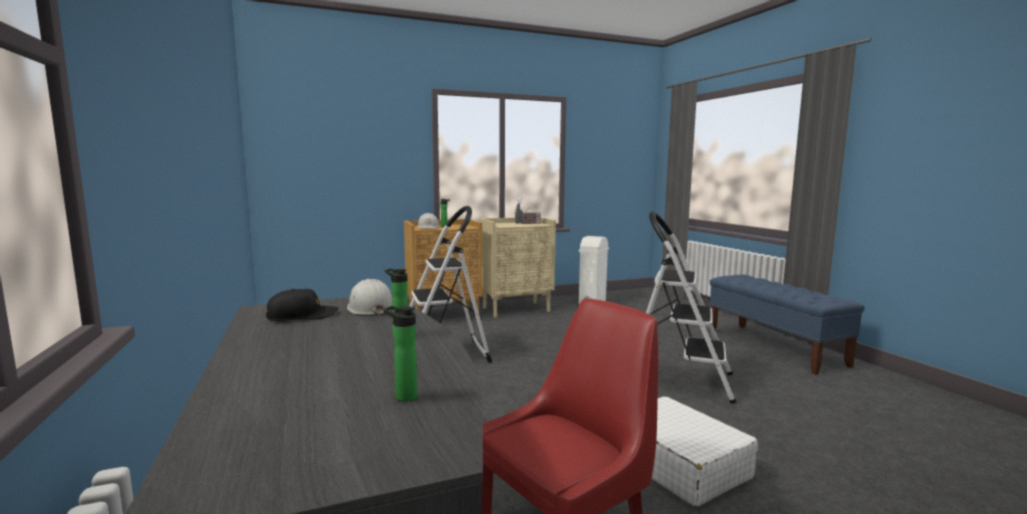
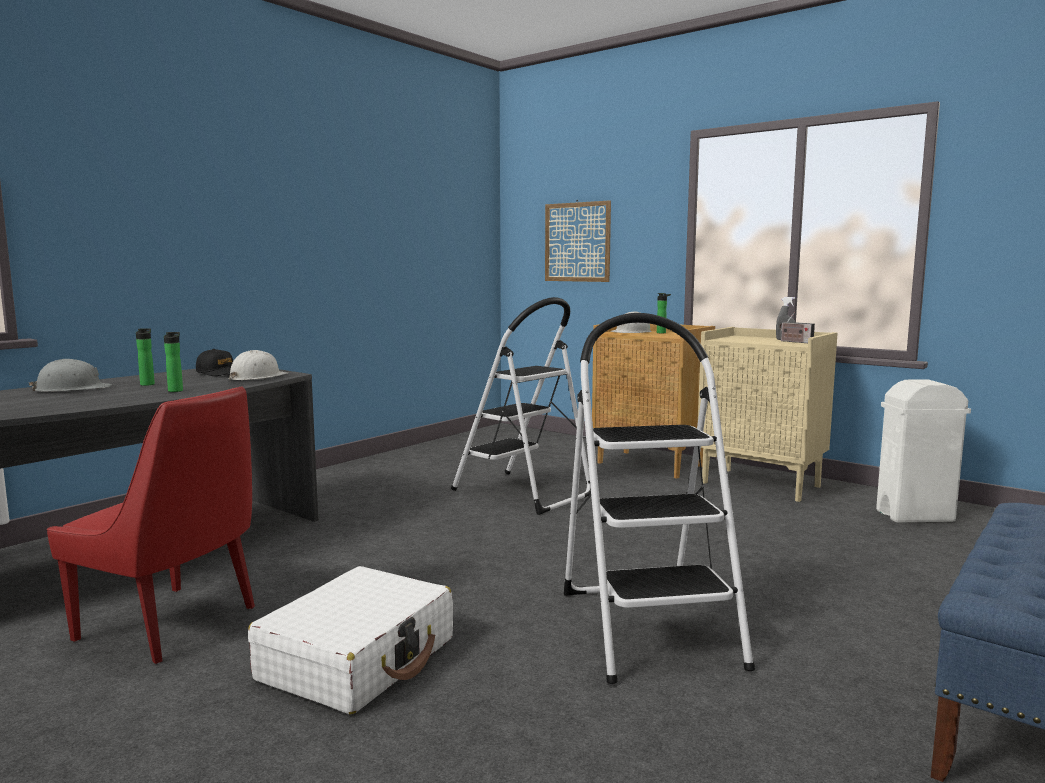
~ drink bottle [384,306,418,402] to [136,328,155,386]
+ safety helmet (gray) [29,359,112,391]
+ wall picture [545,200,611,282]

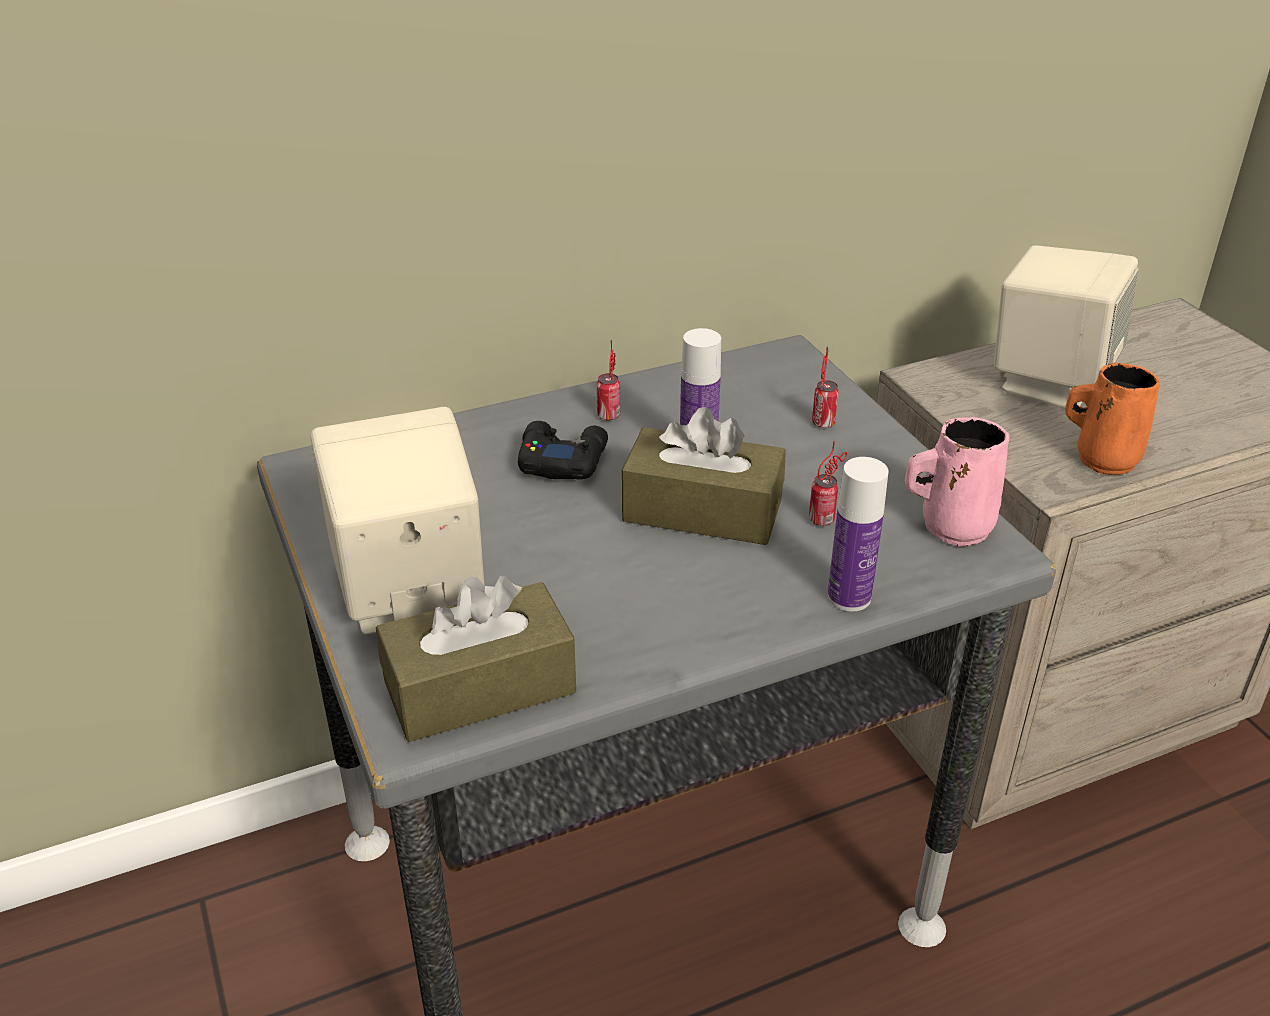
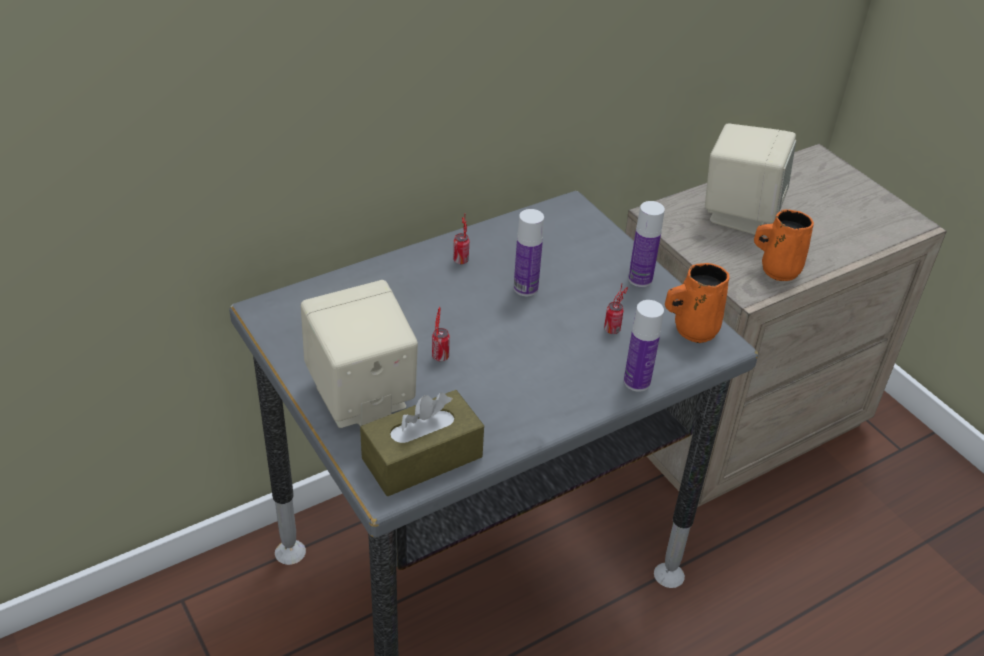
- joypad (blackish) [518,421,608,479]
- tissue box (brown-coloured) [622,407,786,545]
~ sealed can [812,346,839,428] to [432,307,450,361]
~ coffee mug (pink-coloured) [905,417,1009,546] to coffee mug (orangey) [665,263,730,343]
+ drink bottle [628,201,665,287]

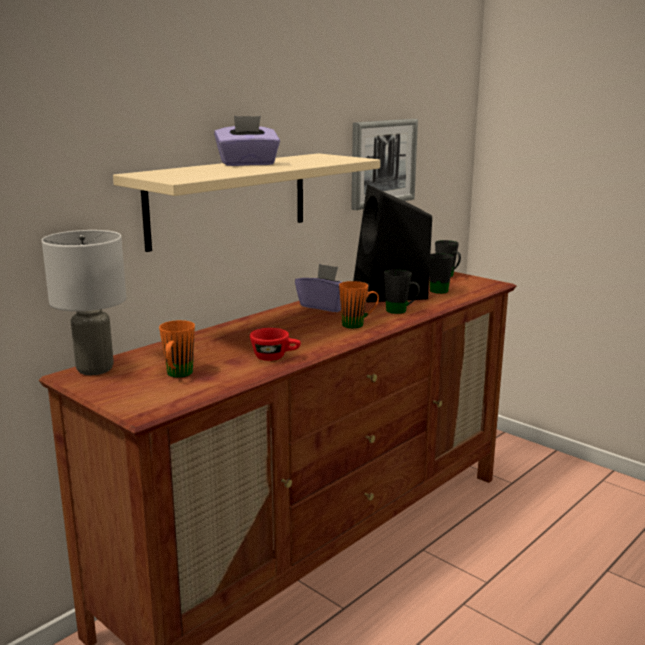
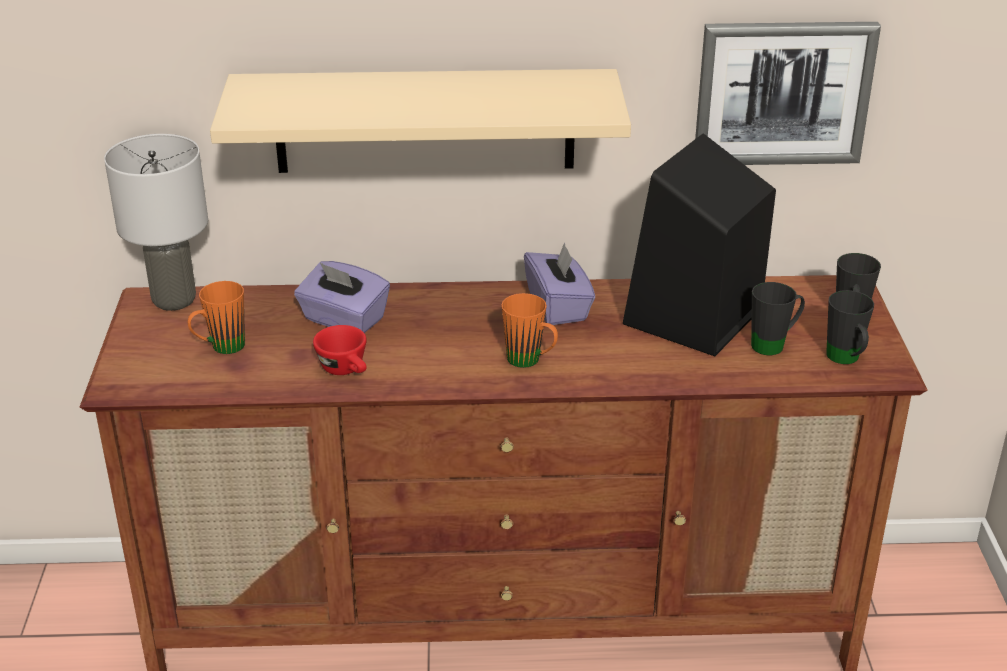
~ tissue box (purple-coloured) [214,116,280,166] to [294,261,390,333]
~ coffee mug (blackish) [384,269,420,314] to [826,290,874,364]

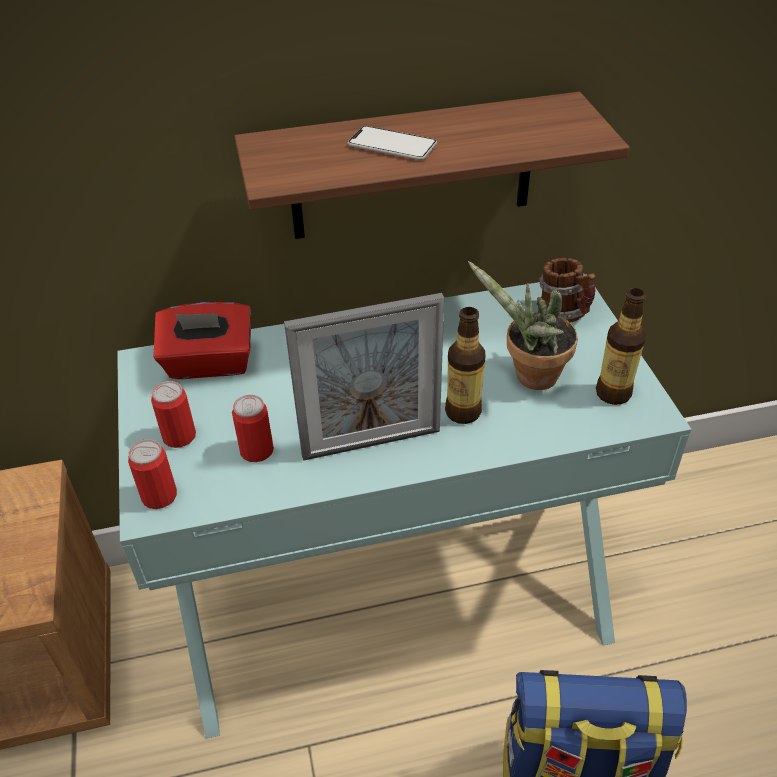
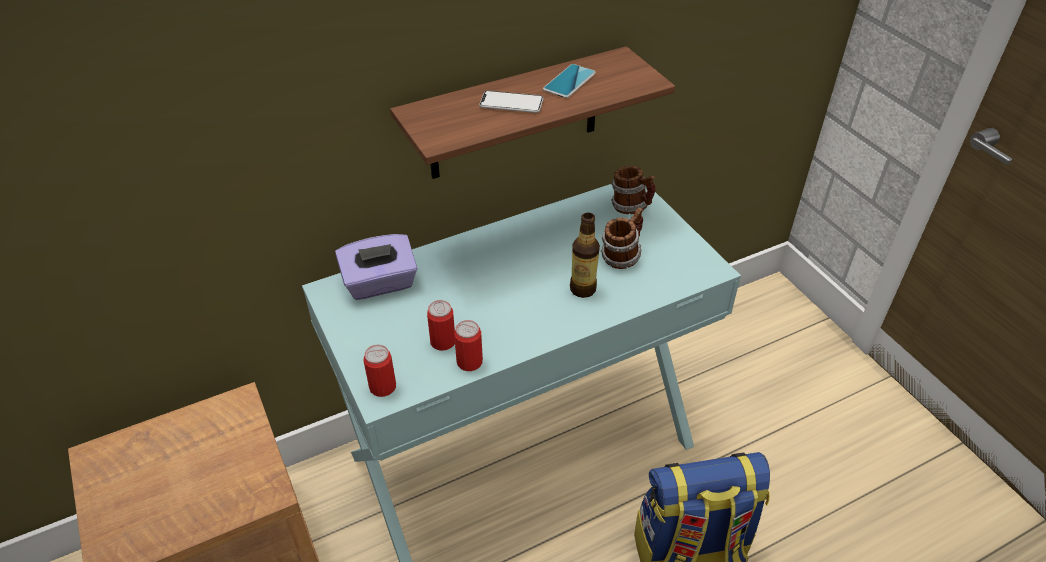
~ sealed can [151,381,196,448] to [454,320,483,371]
~ tissue box (red-coloured) [153,302,251,379] to tissue box (purple-coloured) [335,234,418,300]
- picture frame [284,293,444,461]
~ potted plant [468,261,578,390] to coffee mug [601,208,643,269]
- drink bottle [596,288,646,405]
+ handset [543,64,596,98]

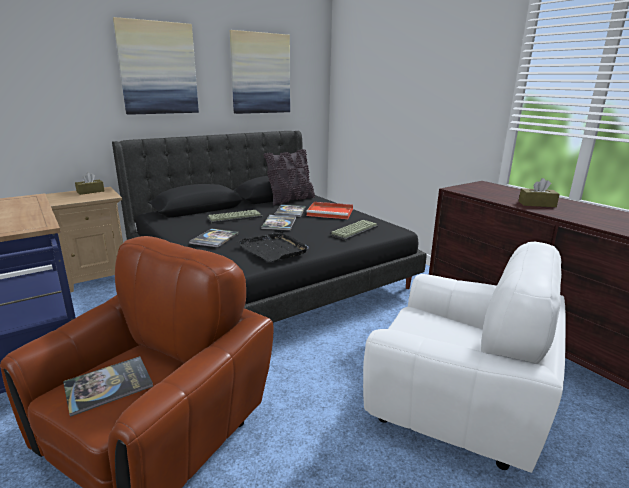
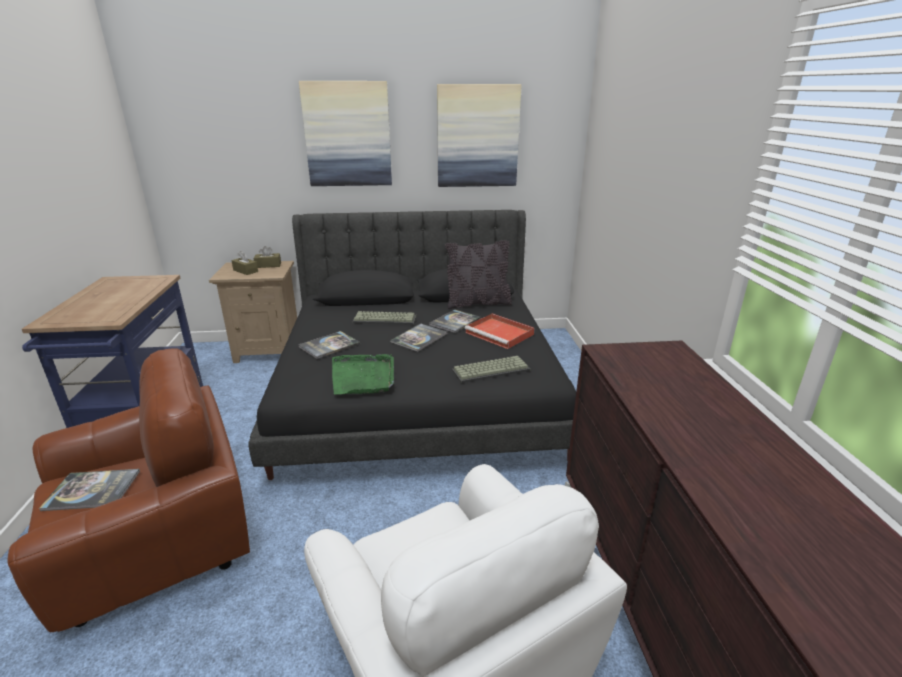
~ serving tray (blackish) [237,231,308,262] to serving tray (green-coloured) [332,354,394,394]
~ tissue box (brown-coloured) [519,178,560,207] to [231,251,258,275]

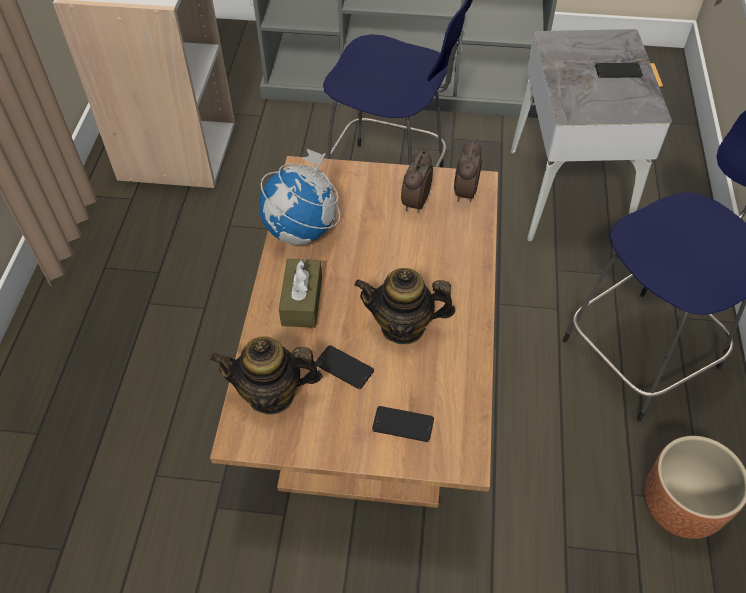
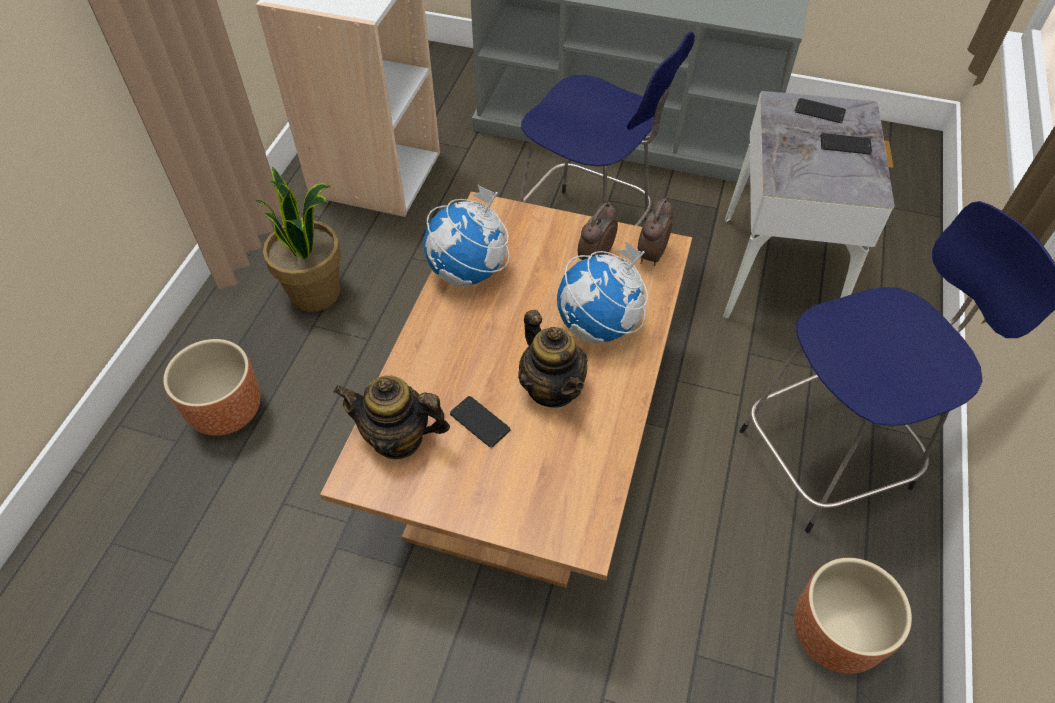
- tissue box (brown-coloured) [279,259,322,328]
~ pot for tea [354,268,455,344] = [518,310,588,407] 135 degrees counterclockwise
~ handset [372,406,434,442] to [795,98,846,123]
+ plant pot (brown-coloured) [163,339,261,436]
+ potted plant [253,167,341,312]
+ globe [557,242,648,344]

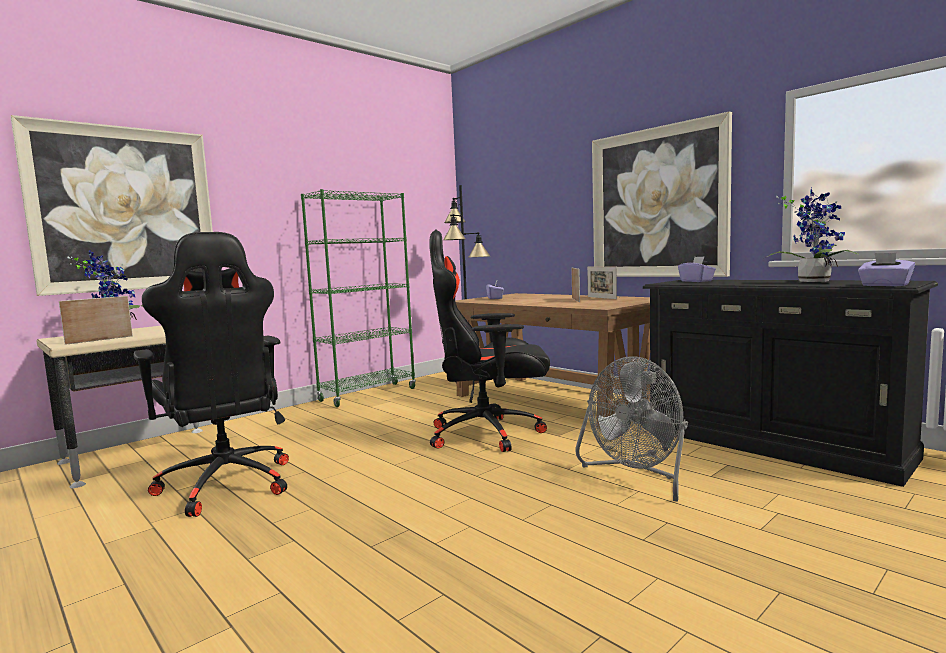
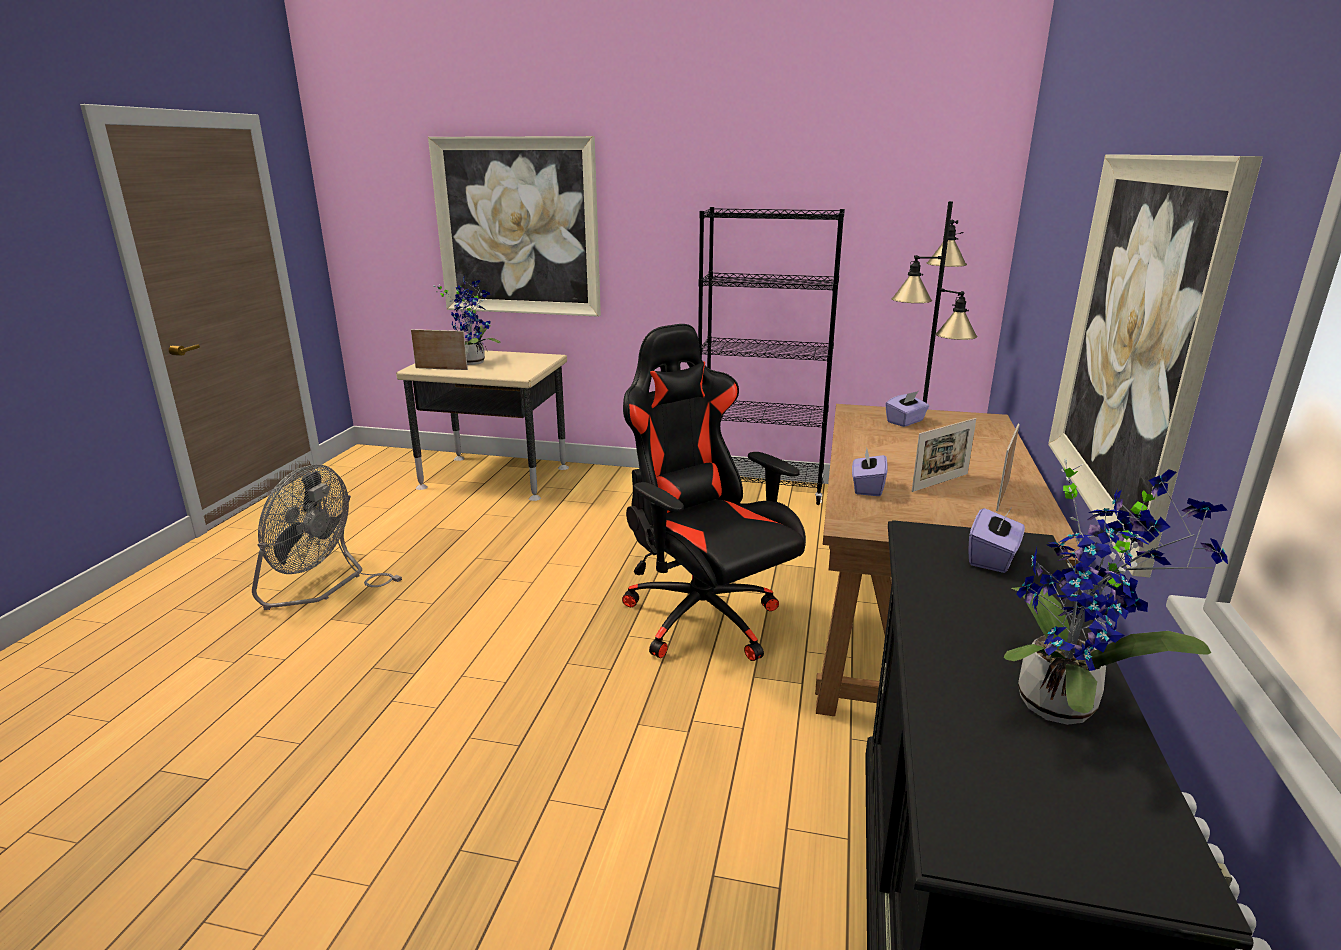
- desk chair (blackish) [134,232,289,517]
~ bookcase (green-coloured) [301,189,416,407] to bookcase (blackish) [698,207,845,505]
~ electric fan (gray) [575,356,688,502] to [252,464,402,610]
~ tissue box (purple-coloured) [858,253,915,286] to [852,448,888,496]

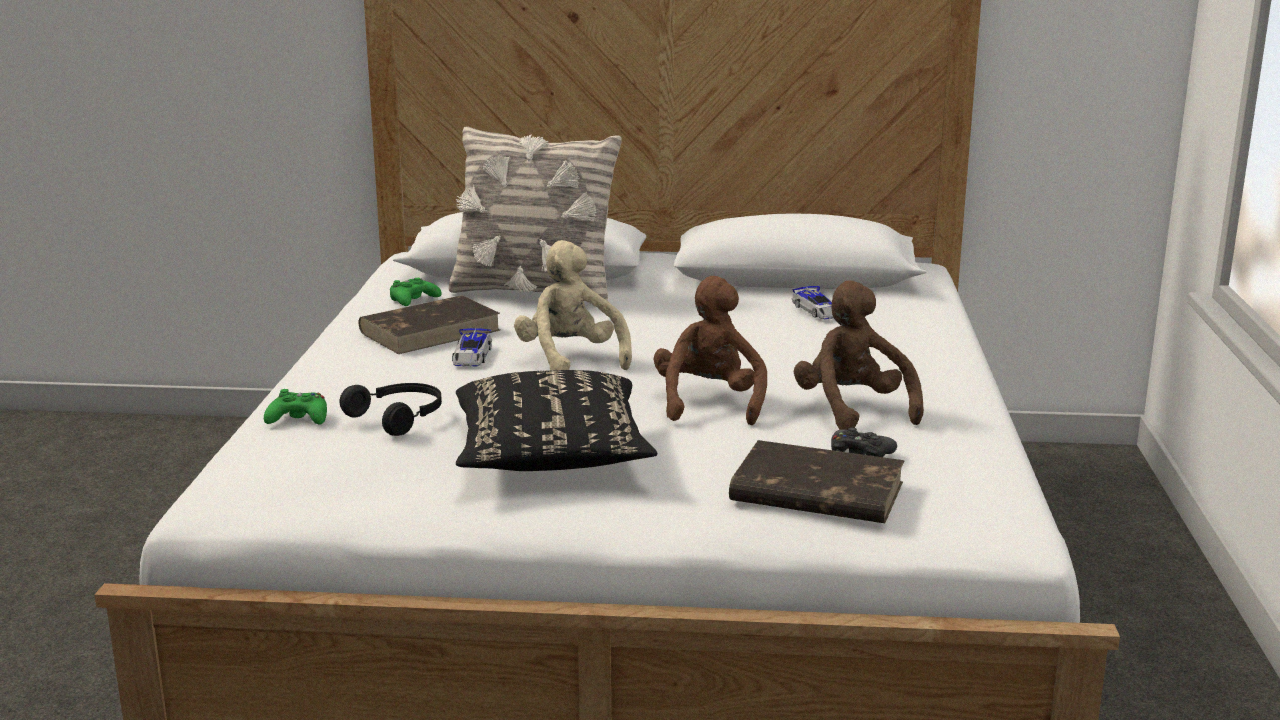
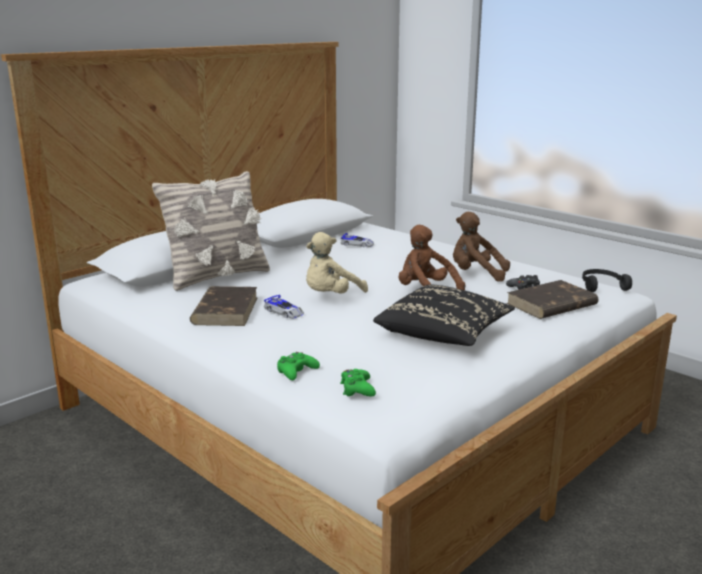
~ pair of headphones (blackish) [340,383,442,436] to [582,269,632,292]
~ joypad (green-coloured) [390,278,442,306] to [340,369,376,397]
~ soft toy (beige) [514,240,632,370] = [306,232,368,294] 60 degrees counterclockwise

